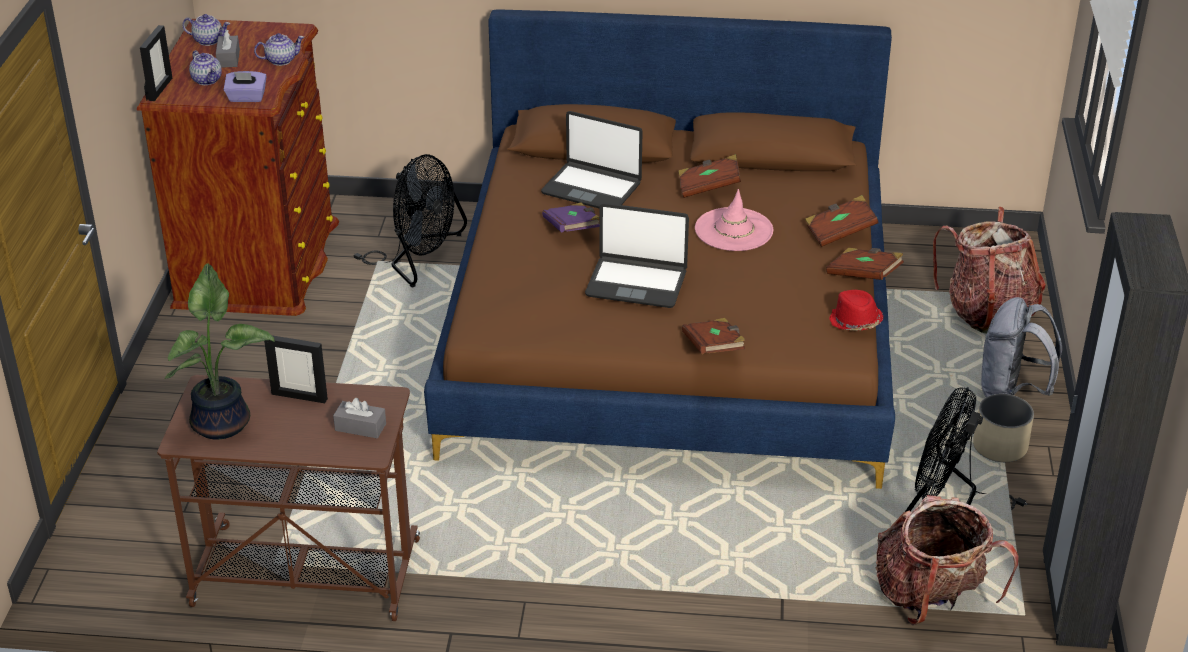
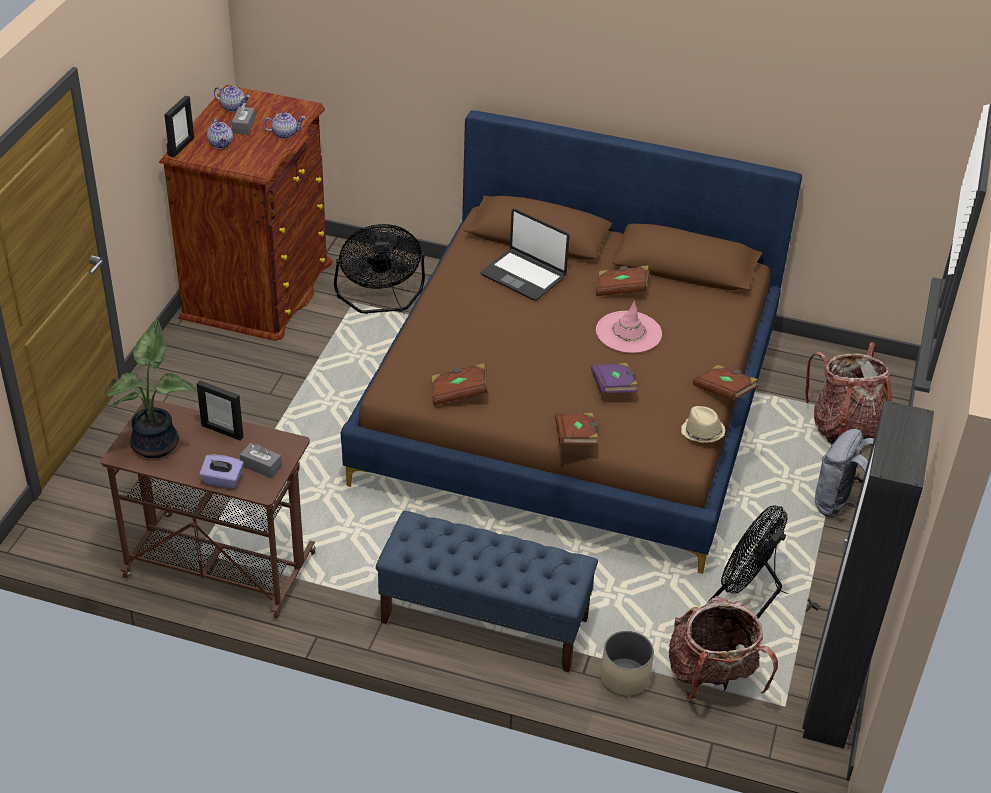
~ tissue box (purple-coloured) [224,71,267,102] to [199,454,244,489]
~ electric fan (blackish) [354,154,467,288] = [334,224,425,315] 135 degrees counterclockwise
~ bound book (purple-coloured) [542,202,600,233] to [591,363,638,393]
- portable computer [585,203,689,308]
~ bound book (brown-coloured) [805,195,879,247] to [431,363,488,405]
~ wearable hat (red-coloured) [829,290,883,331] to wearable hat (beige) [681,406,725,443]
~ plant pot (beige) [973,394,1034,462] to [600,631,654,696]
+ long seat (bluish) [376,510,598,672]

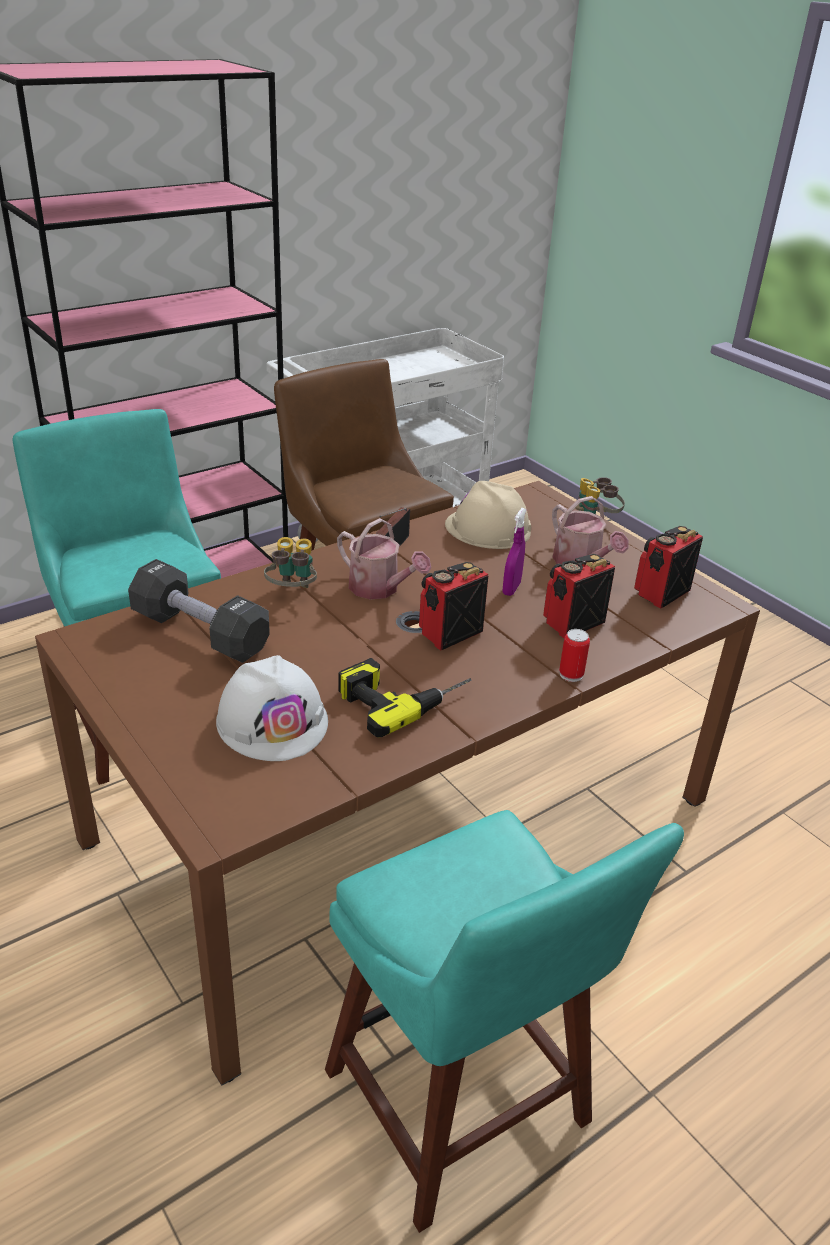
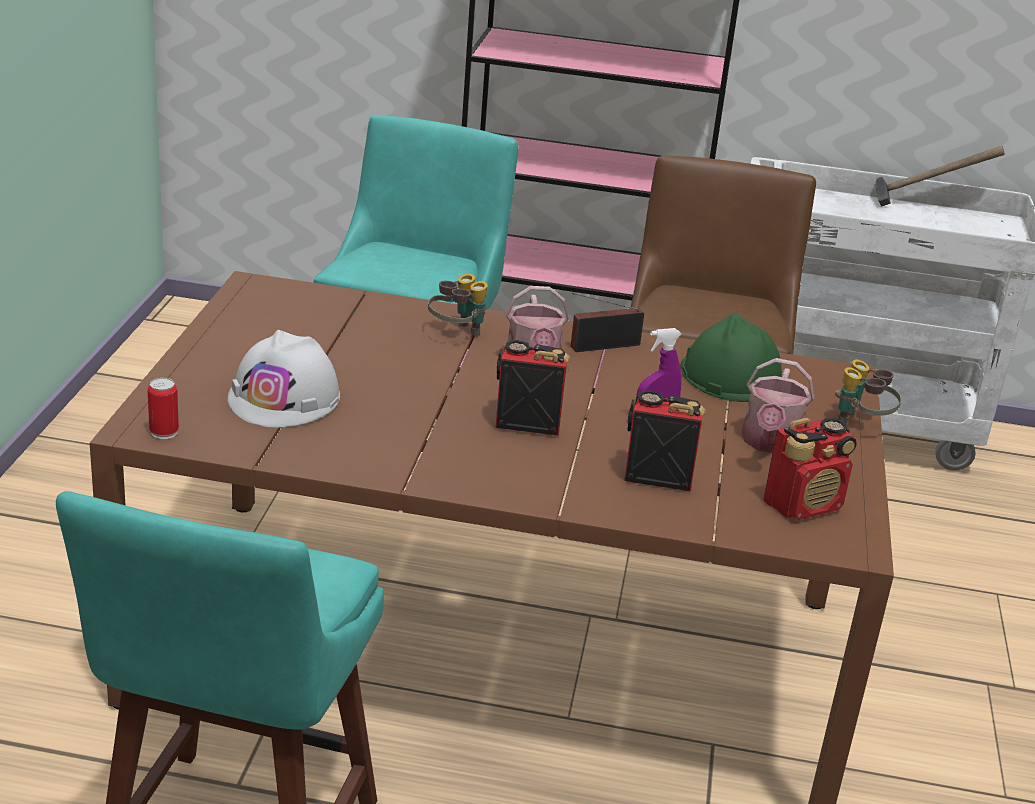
- dumbbell (blackish) [128,559,270,663]
- drill [338,658,472,737]
~ safety helmet (beige) [445,481,531,549] to safety helmet (green-coloured) [680,314,782,402]
~ sealed can [559,629,590,682] to [148,378,179,439]
~ radio set [634,526,703,609] = [763,418,857,520] 150 degrees clockwise
+ tool hammer [875,145,1005,206]

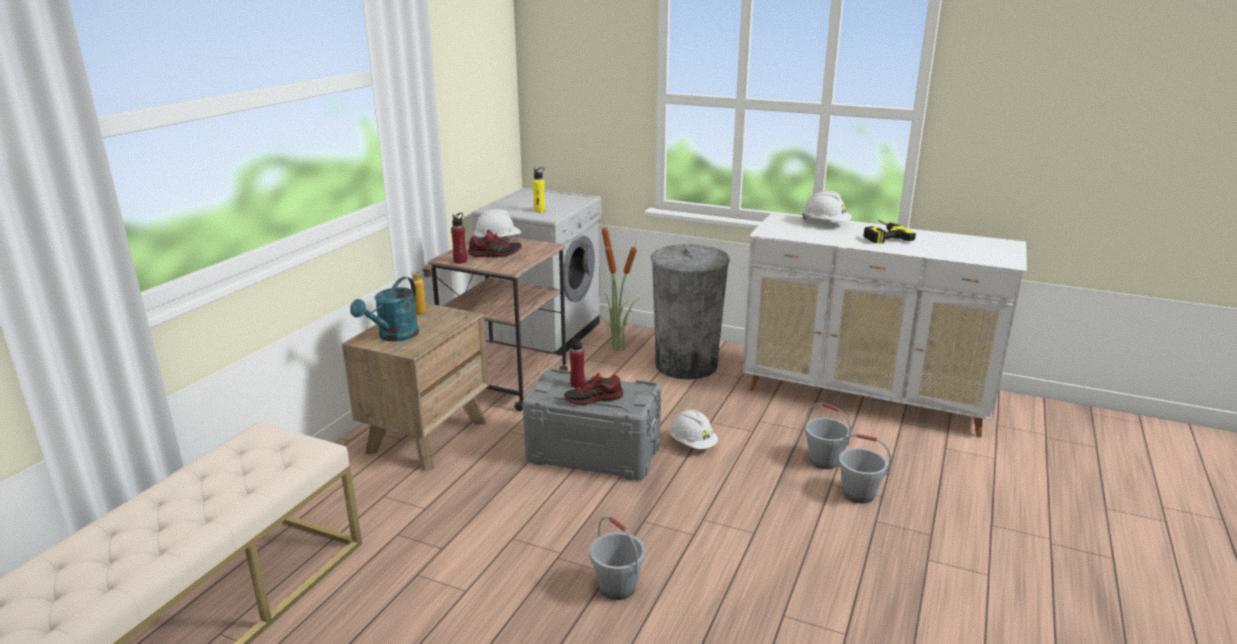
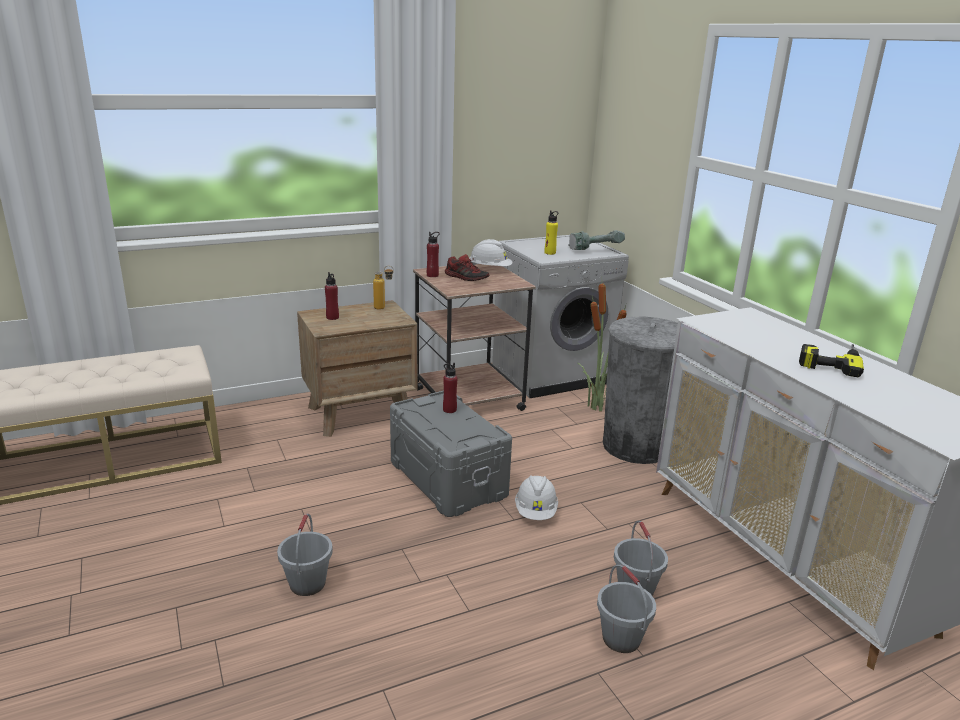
~ sprinkling can (turquoise) [350,277,419,342] to drink bottle (red-coloured) [325,272,339,320]
- shoe [564,373,623,405]
- safety helmet (white-coloured) [802,190,852,221]
+ drill [568,230,625,250]

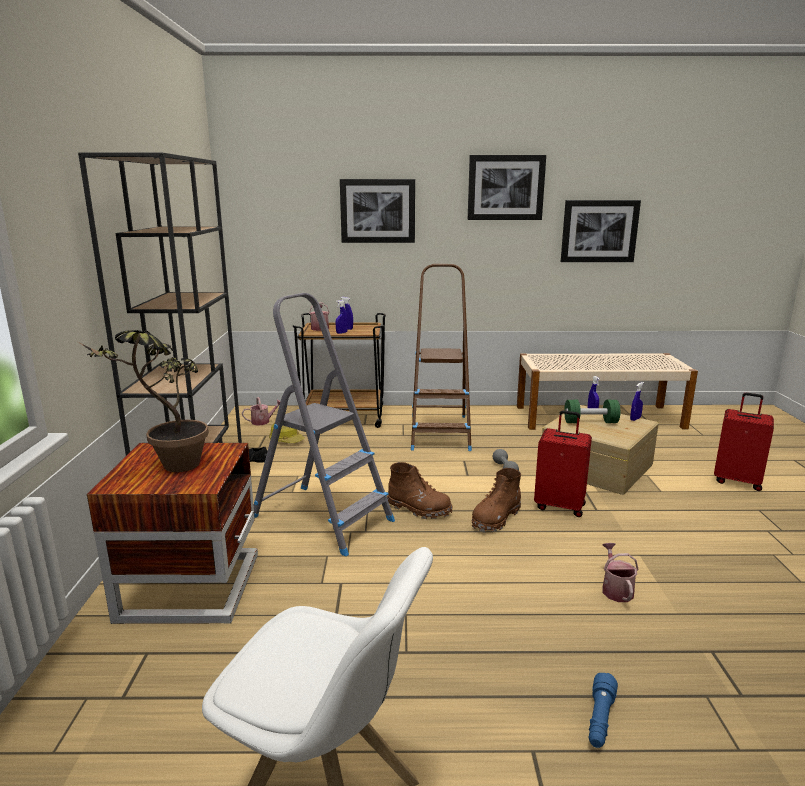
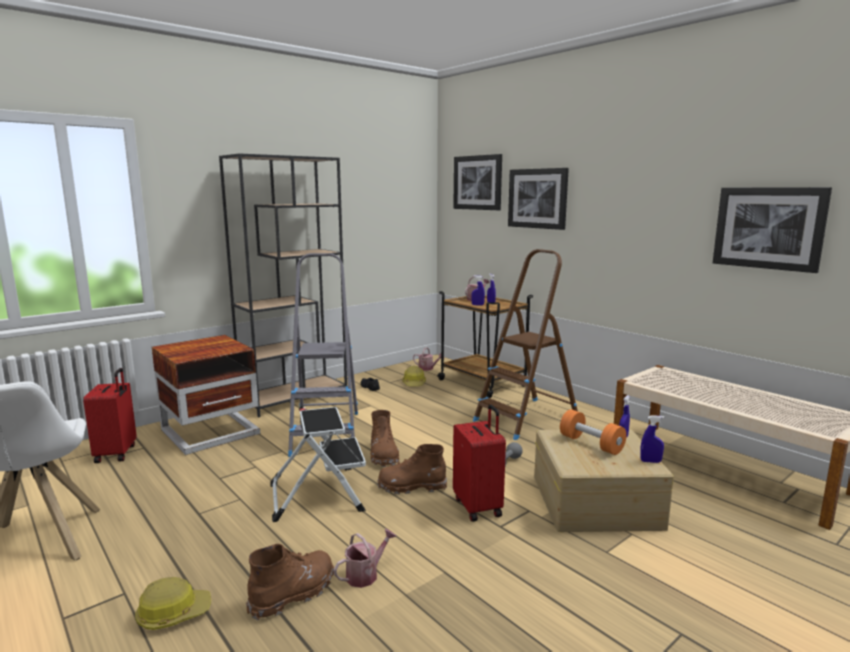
- potted plant [76,330,209,472]
~ wall picture [468,155,546,220] to [453,154,502,210]
~ dumbbell (green-coloured) [564,400,620,423] to dumbbell (orangey) [560,409,627,455]
~ flashlight (bluish) [589,673,618,748] to safety helmet [135,577,211,630]
~ travel case (red-coloured) [714,393,774,491] to [83,368,137,463]
+ high-top boot (brown-coloured) [246,544,334,621]
+ stepladder [270,405,366,522]

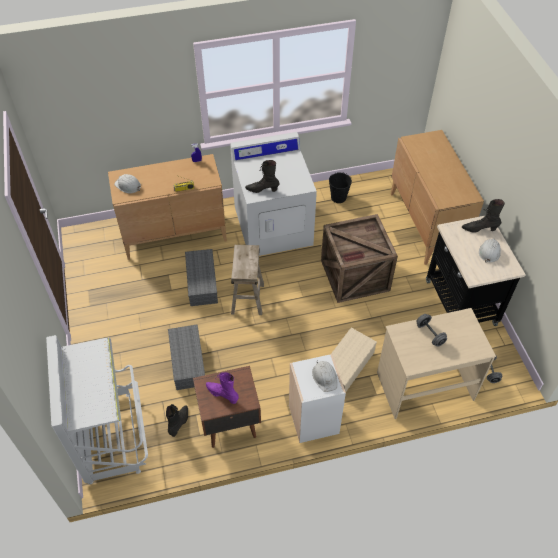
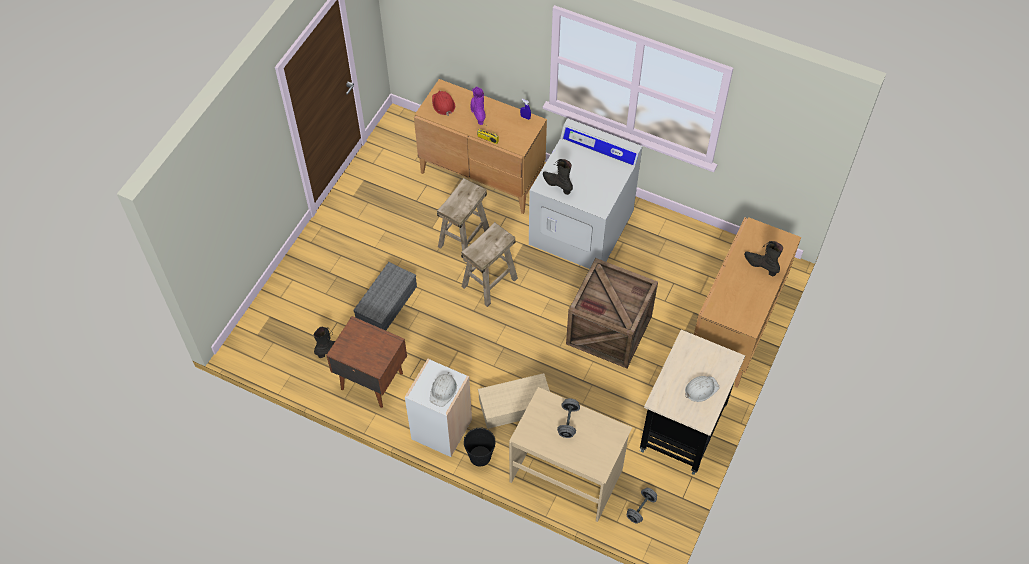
- shoe rack (white-coloured) [46,335,148,484]
~ safety helmet (white-coloured) [114,174,141,193] to safety helmet (red-coloured) [432,91,455,116]
~ storage container (gray) [185,249,218,306] to stool seat (beige) [437,178,489,262]
~ high-top boot (purple-coloured) [206,372,239,404] to [471,87,486,125]
~ water bucket (blackish) [329,172,352,203] to [464,427,495,467]
~ high-top boot (blackish) [462,199,505,233] to [744,241,783,276]

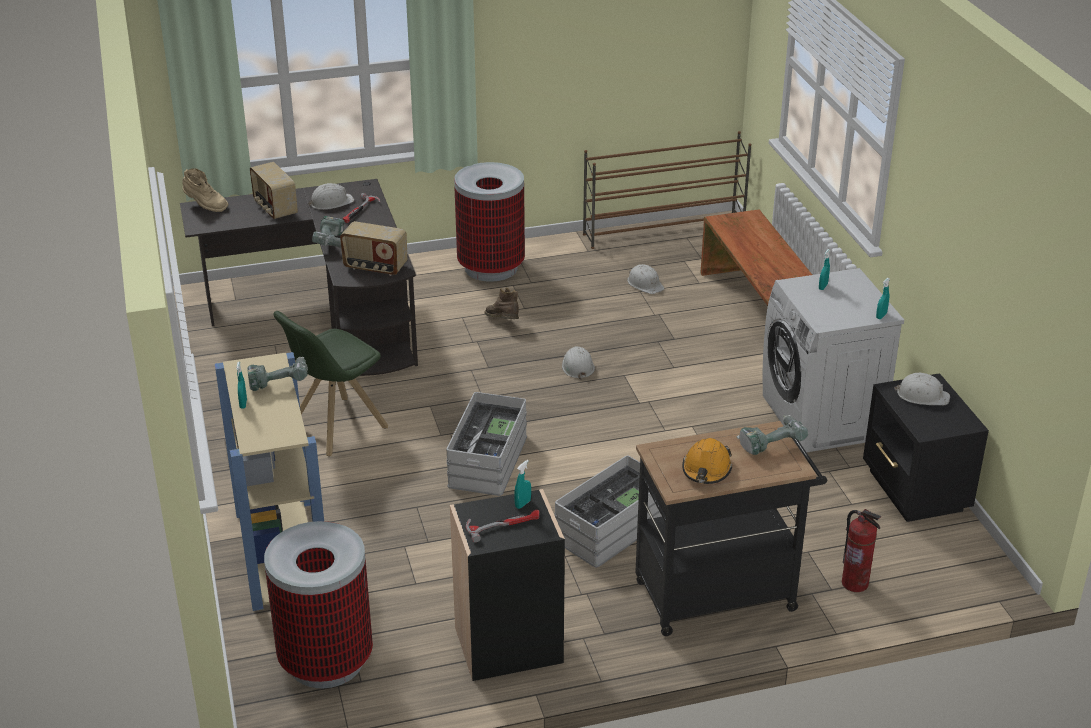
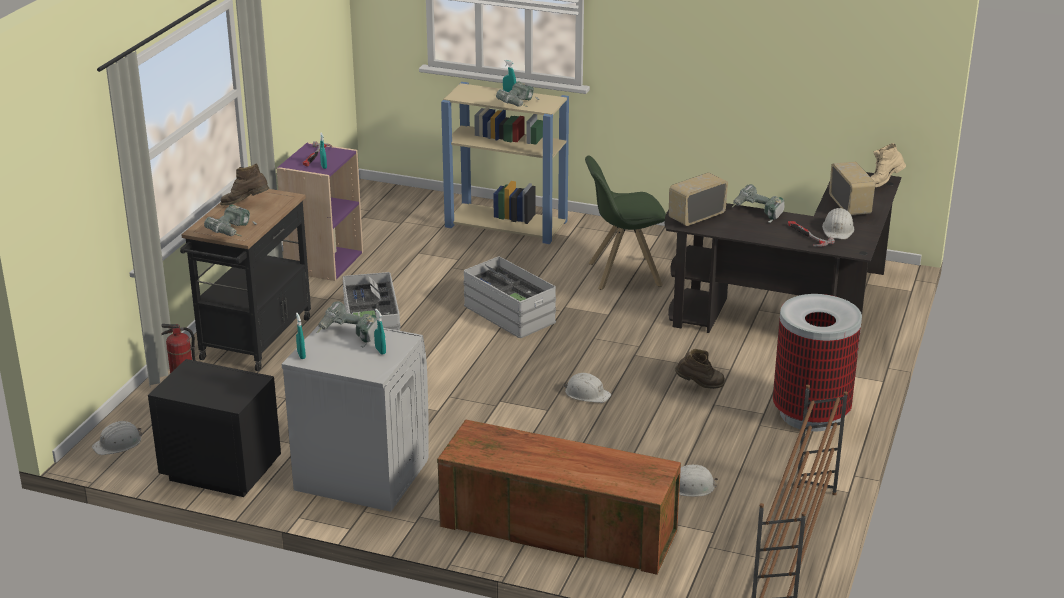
~ radio set [250,162,298,219] = [829,162,875,215] 75 degrees clockwise
- waste bin [264,521,373,688]
~ upright chair (green-coloured) [274,311,388,456] = [585,156,666,290] 90 degrees counterclockwise
~ bookcase (blackish) [450,489,565,681] to bookcase (purple-coloured) [277,142,363,281]
~ safety helmet (orangey) [682,438,732,484] to high-top boot (brown-coloured) [220,164,270,206]
~ safety helmet (white-coloured) [894,373,950,405] to [92,421,142,455]
+ drill [317,301,378,347]

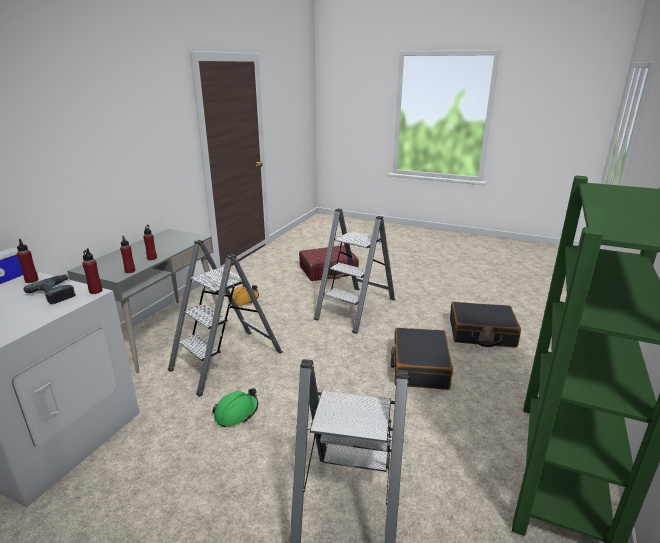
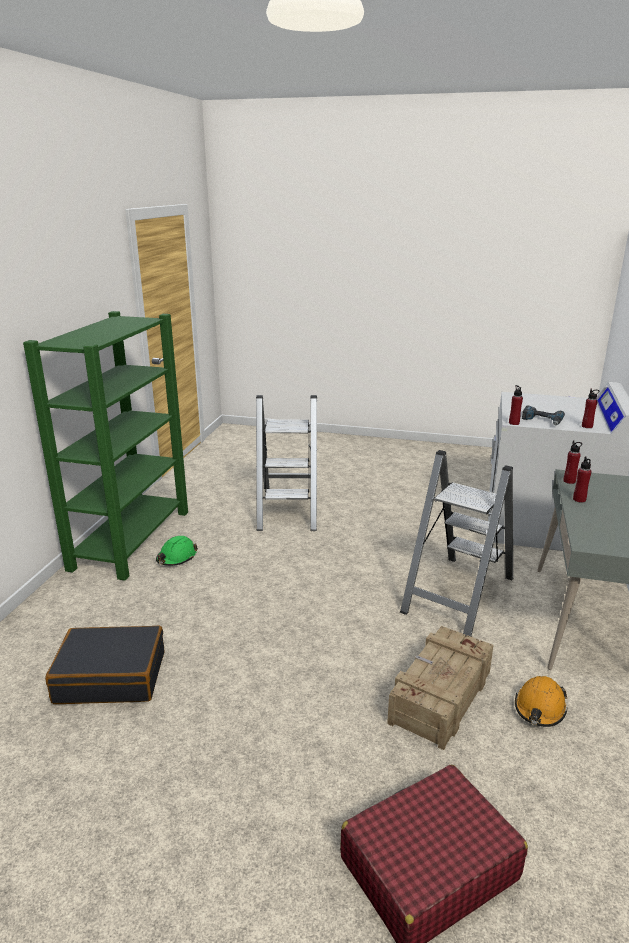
~ safety helmet (green-coloured) [212,388,258,427] to [156,536,198,566]
- stepladder (gray) [314,208,395,334]
- travel case (blackish) [391,328,453,390]
+ shipping crate [387,626,494,750]

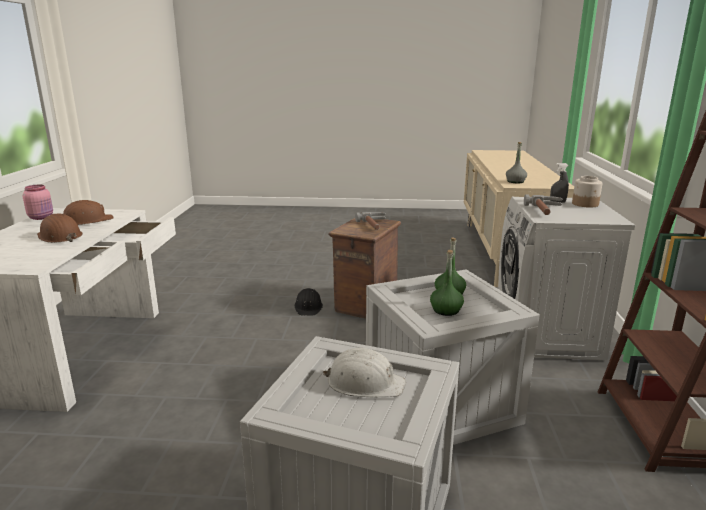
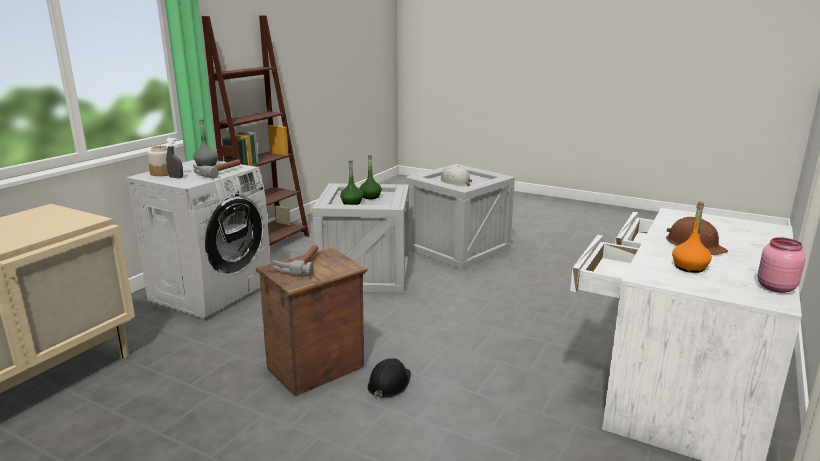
~ safety helmet (brown-coloured) [63,200,114,225] to drink bottle (orangey) [672,201,712,273]
~ drink bottle (gray) [506,142,527,183] to [193,120,218,166]

